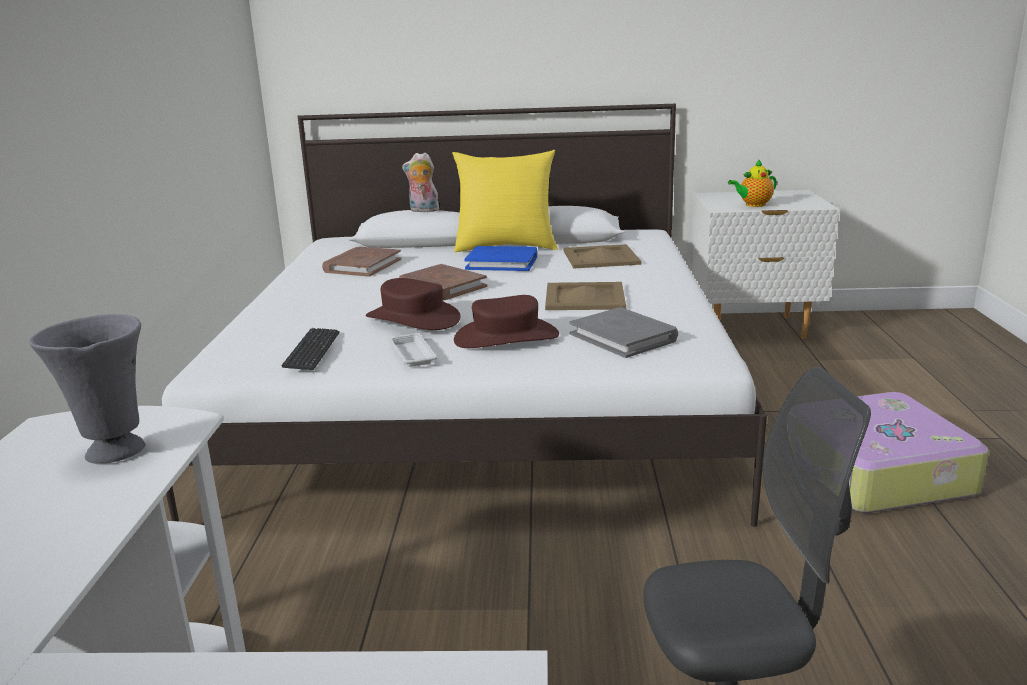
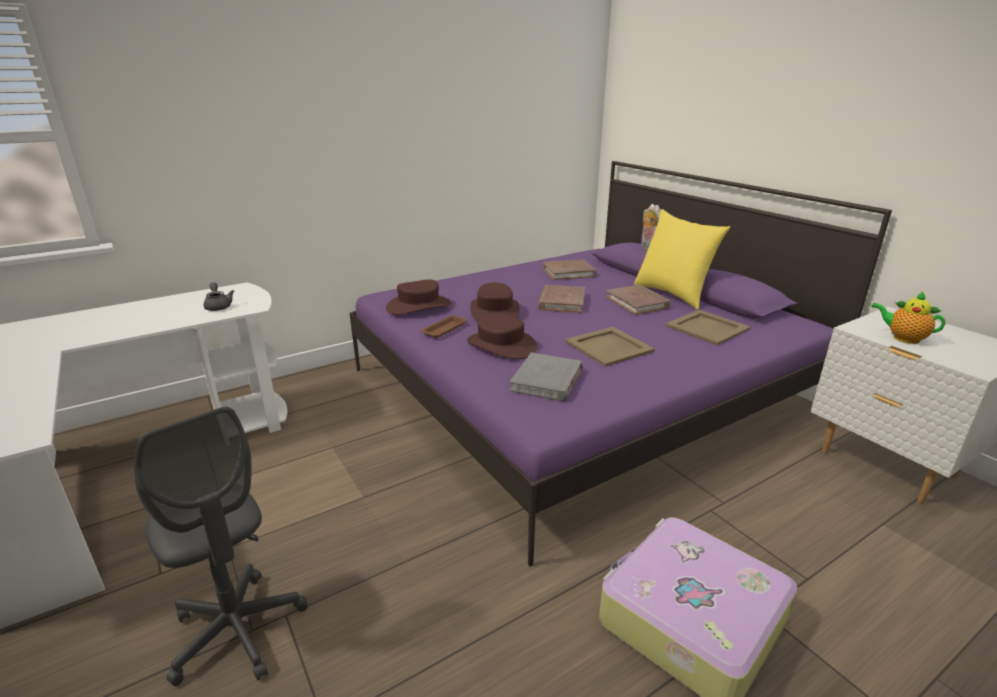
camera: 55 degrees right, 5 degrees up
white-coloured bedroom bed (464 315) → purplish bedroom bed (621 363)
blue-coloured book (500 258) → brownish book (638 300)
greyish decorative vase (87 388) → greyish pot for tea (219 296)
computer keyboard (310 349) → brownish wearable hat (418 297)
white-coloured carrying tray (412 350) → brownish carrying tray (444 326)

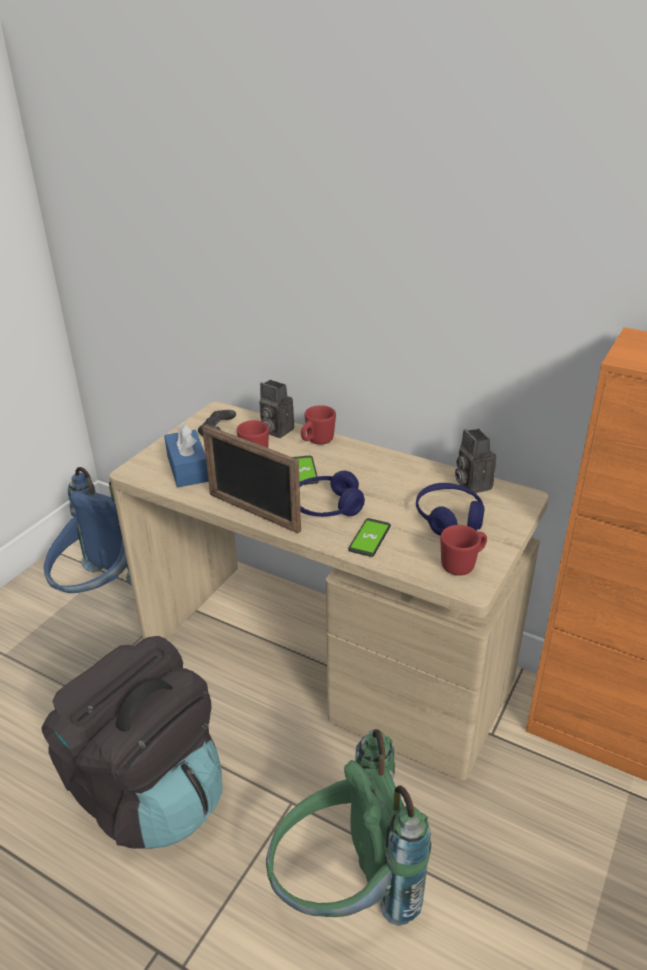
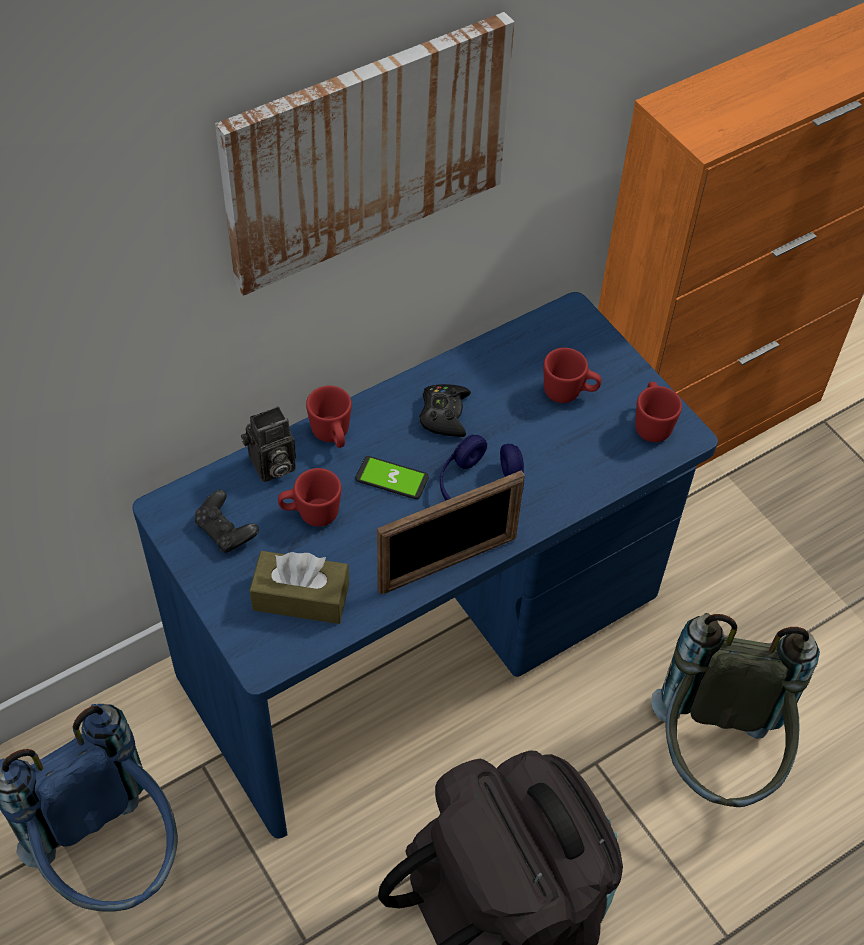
camera: 65 degrees left, 20 degrees up
beige-coloured desk (329 591) → blue-coloured desk (425 565)
blue-coloured tissue box (186 454) → brownish tissue box (299 587)
still camera (475 461) → -
blue-coloured headphones (450 509) → reddish coffee mug (572 375)
handset (369 537) → -
green-coloured backpack (348 827) → greyish backpack (735 710)
- → wall picture (365 154)
- → blackish joypad (445 410)

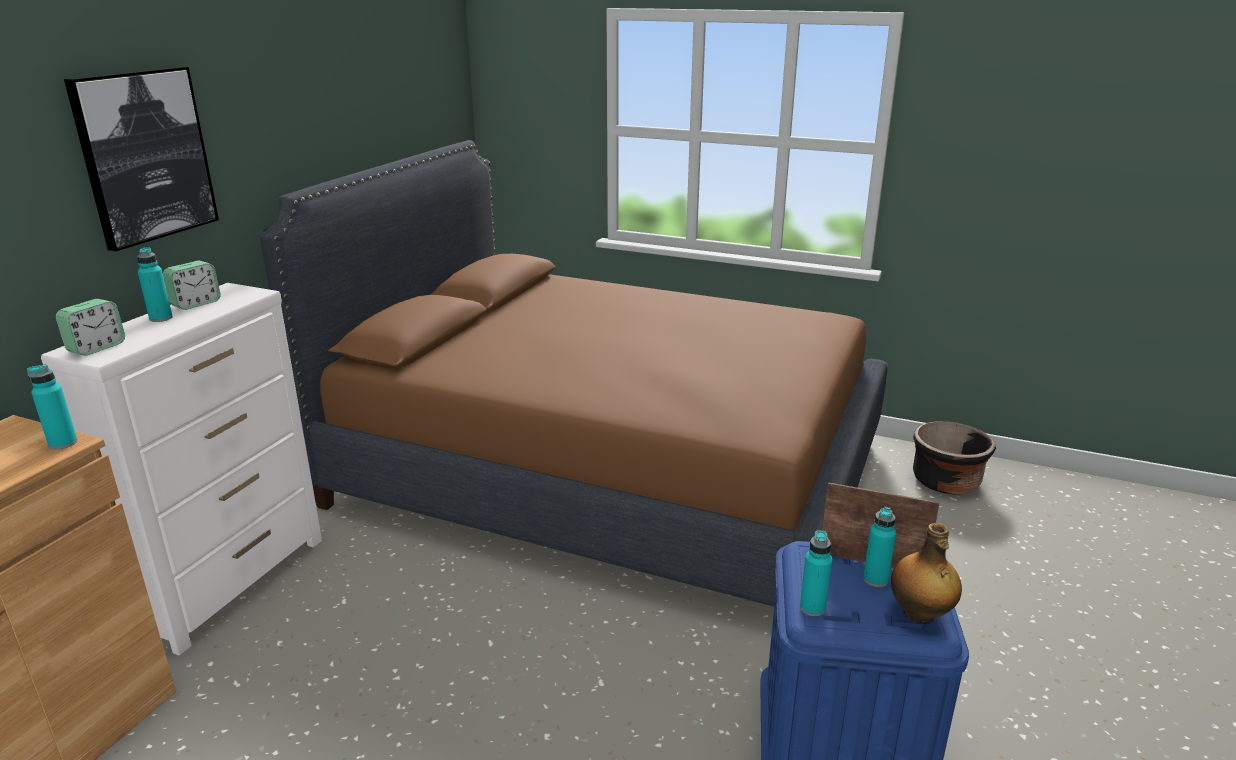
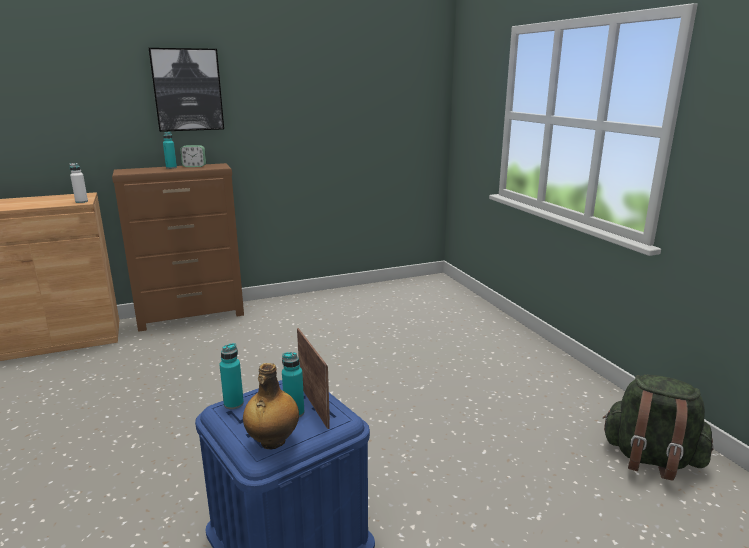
camera: 45 degrees right, 5 degrees down
brownish bedroom bed (573 373) → -
white-coloured drawer chest (181 469) → brownish drawer chest (178 247)
bedside clock (90 327) → -
turquoise drink bottle (52 407) → white-coloured drink bottle (79 183)
blackish plant pot (954 458) → green-coloured backpack (658 428)

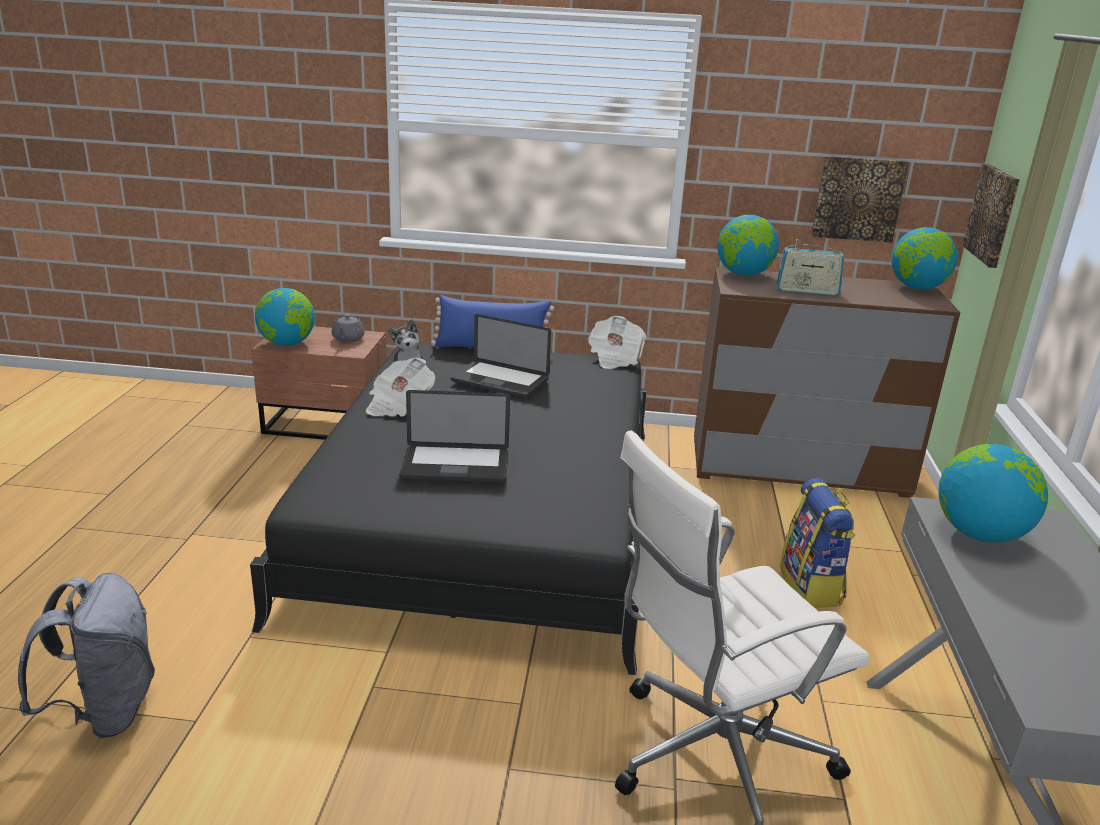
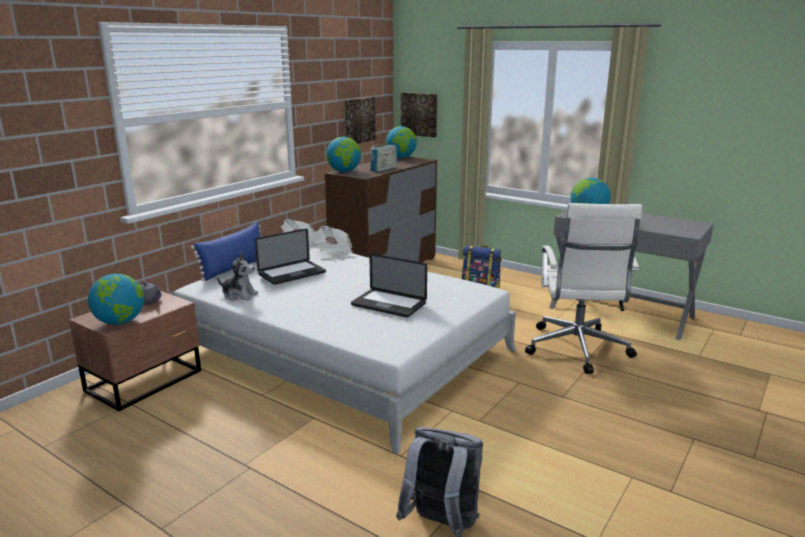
camera: 60 degrees left, 5 degrees down
blackish bedroom bed (448 509) → white-coloured bedroom bed (345 350)
daily paper (400 387) → daily paper (333 243), moved
notebook computer (455 436) → notebook computer (389 286), 90 degrees clockwise

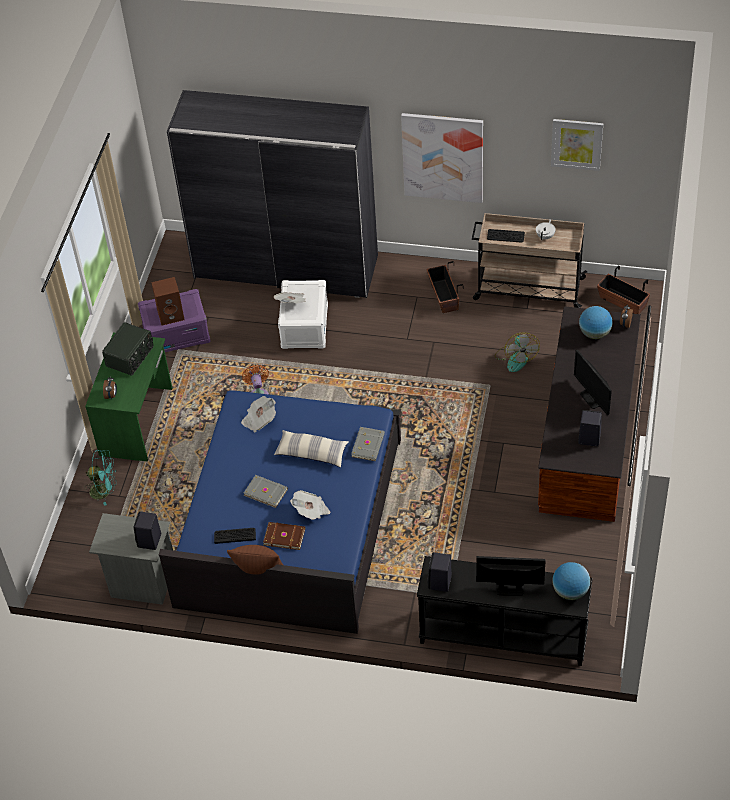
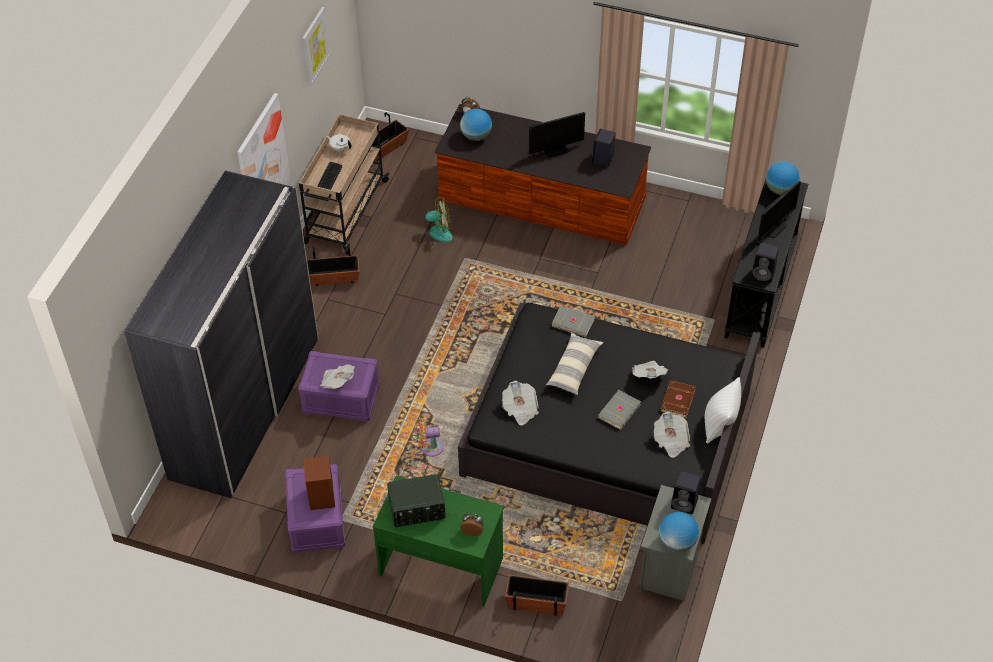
camera: 85 degrees left, 0 degrees up
white-coloured storage bin (303 314) → purplish storage bin (339 386)
radio set (128 349) → radio set (416 500), 135 degrees clockwise
blue-coloured bedroom bed (280 512) → blackish bedroom bed (609 423)
turquoise electric fan (101 478) → plant pot (537 595)
computer keyboard (235 536) → daily paper (672 435)
brownish cushion (255 560) → white-coloured cushion (723 410)
monitor (511 576) → monitor (779 211), 150 degrees counterclockwise
- → world globe (679 532)

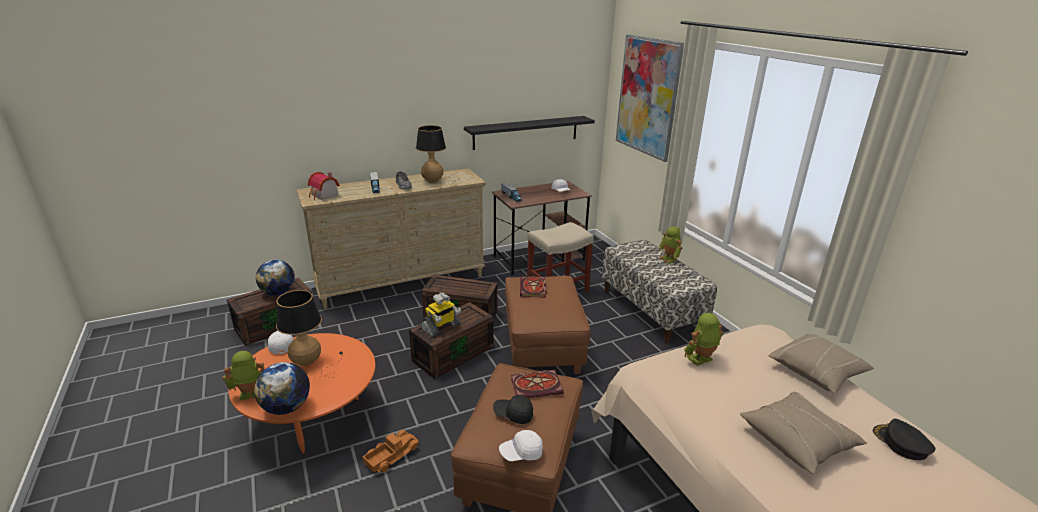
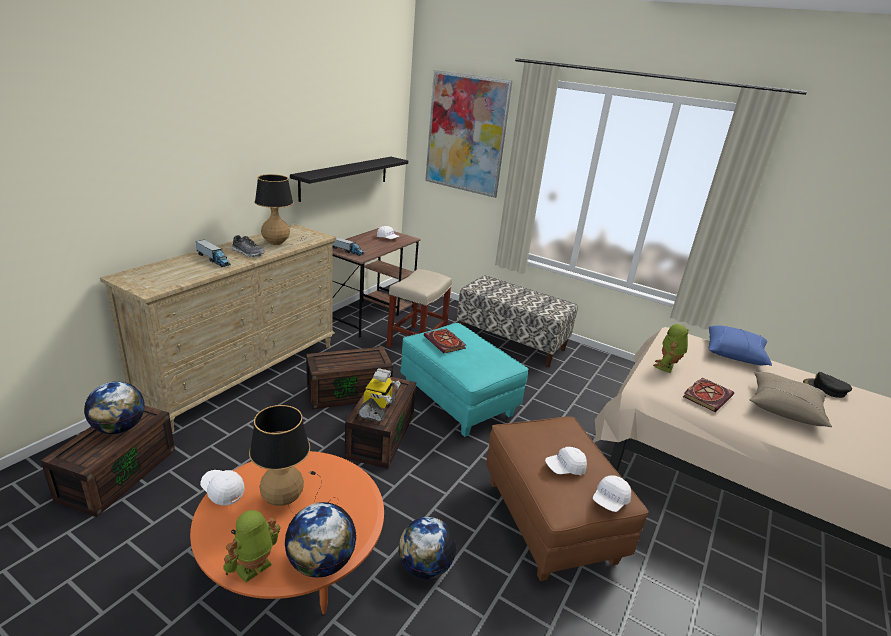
camera: 35 degrees left, 0 degrees up
model house (324 186) → -
model robot (671 244) → -
brownish footrest (548 325) → turquoise footrest (464 380)
beige-coloured cushion (821 363) → blue-coloured cushion (740 345)
book (537 384) → book (708 395), moved
blackish baseball cap (513 409) → white-coloured baseball cap (566 461)
toy truck (390 451) → world globe (427 548)

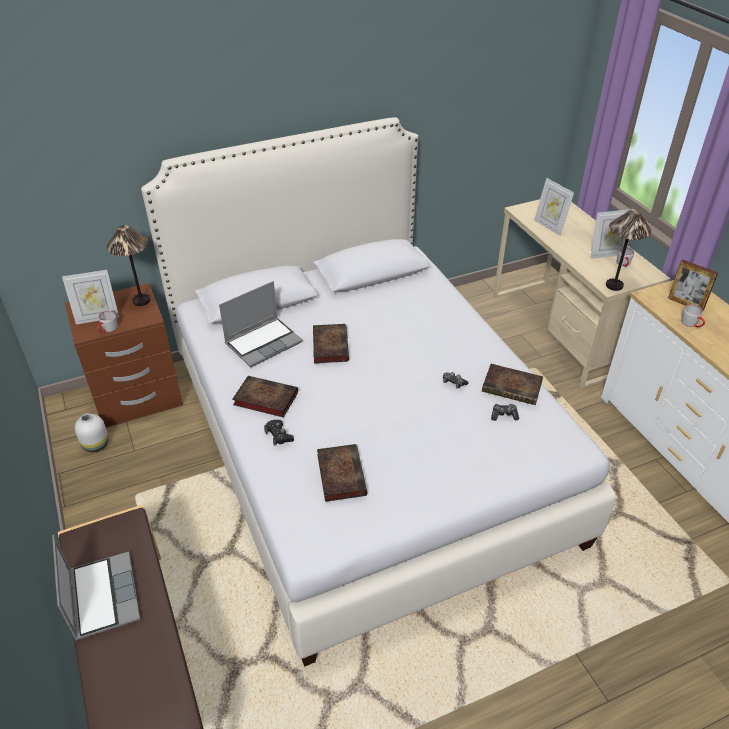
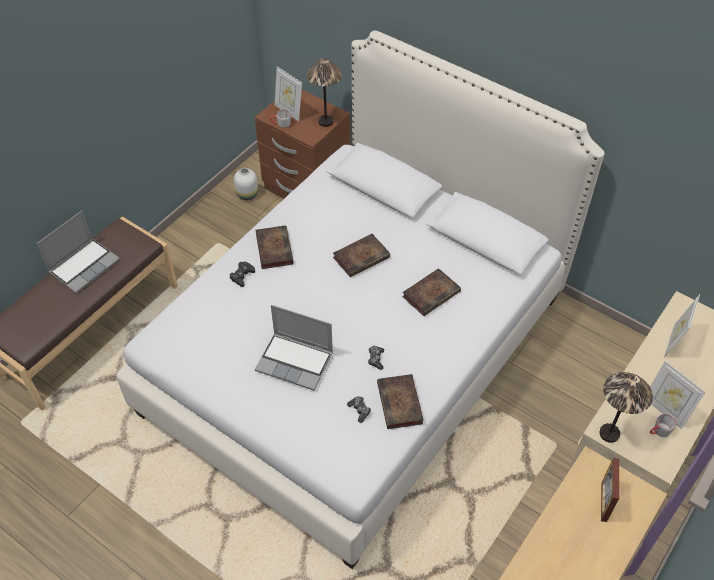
camera: 60 degrees right, 10 degrees up
notebook computer (261 324) → notebook computer (294 348), moved
greyish coffee mug (693 315) → -
book (342 473) → book (431 292), moved

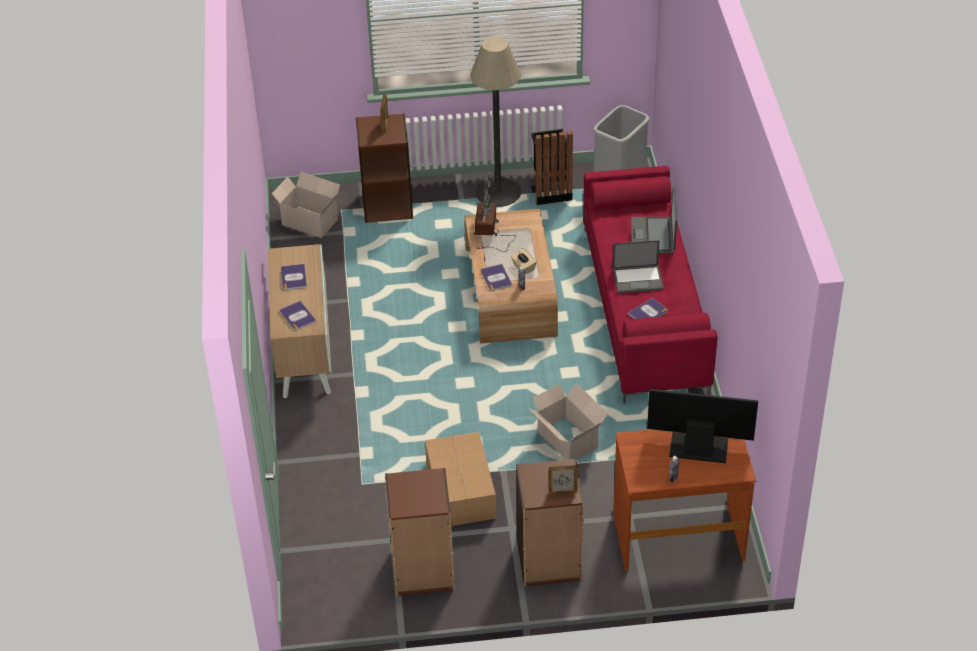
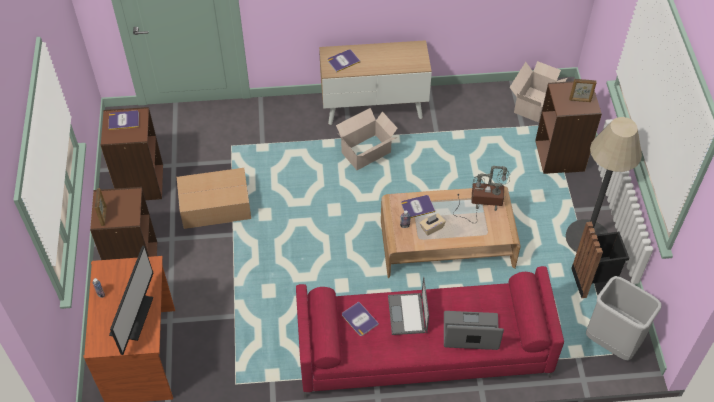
camera: 90 degrees right, 10 degrees up
book (294 277) → book (124 120), moved
cardboard box (568 421) → cardboard box (367 139), moved

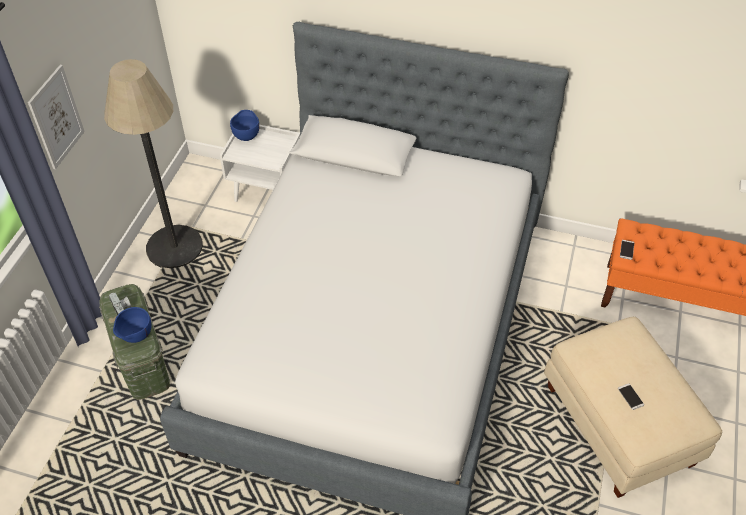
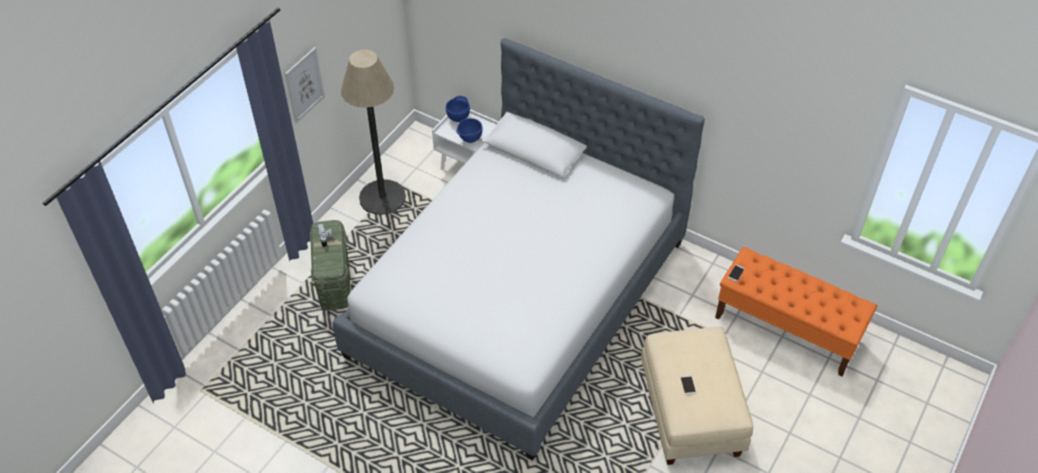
camera: 15 degrees right, 0 degrees up
blue-coloured deep dish (132 325) → blue-coloured deep dish (469 130), moved

